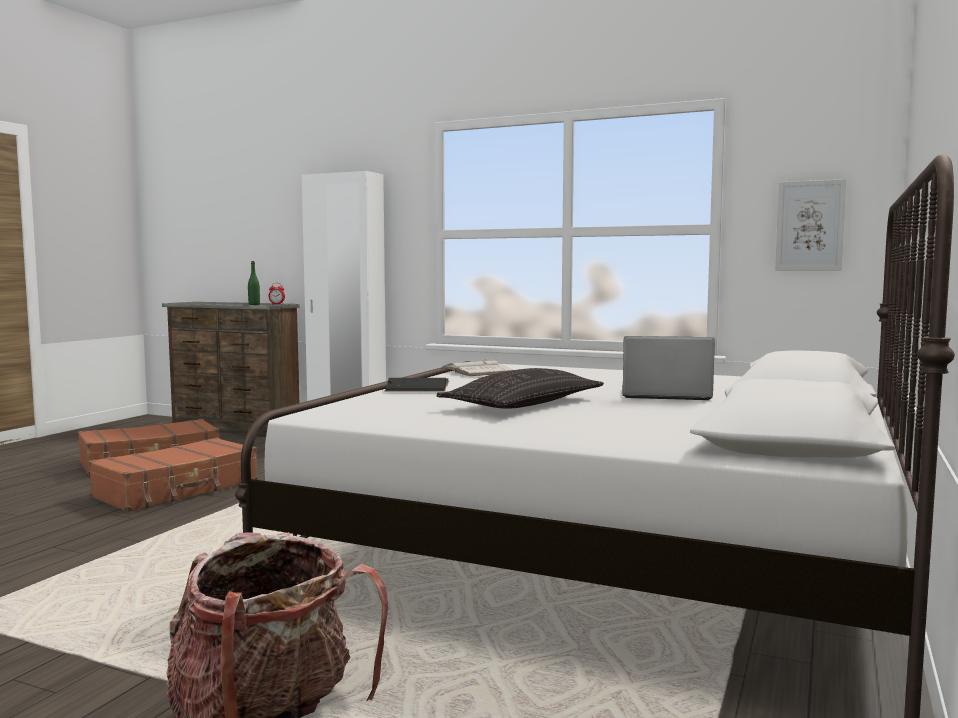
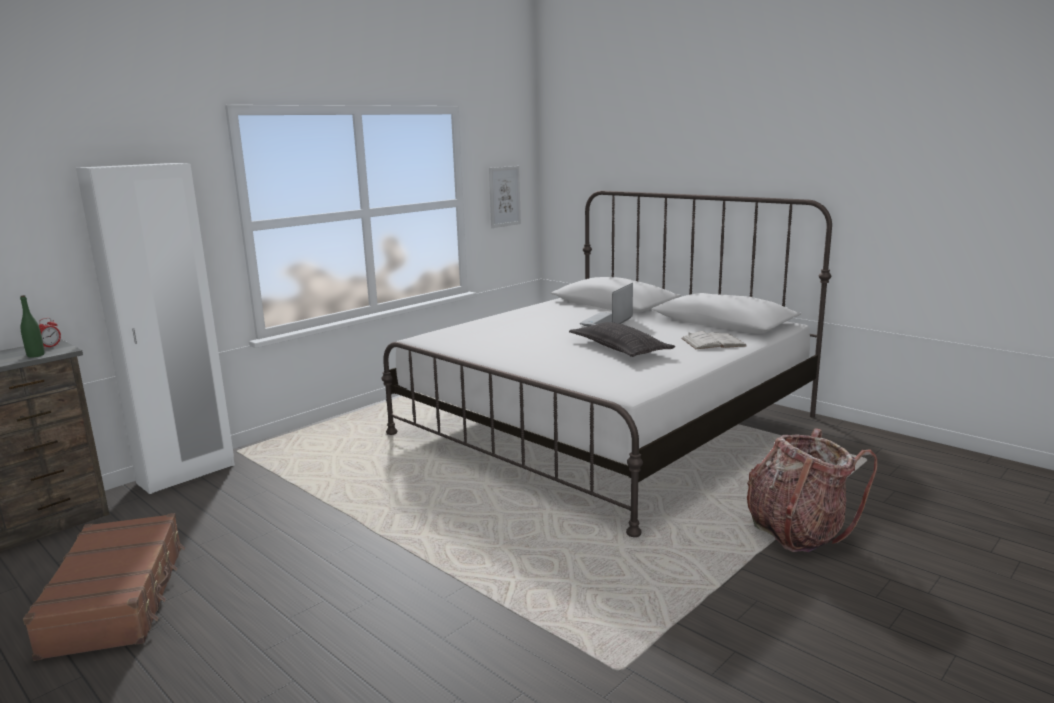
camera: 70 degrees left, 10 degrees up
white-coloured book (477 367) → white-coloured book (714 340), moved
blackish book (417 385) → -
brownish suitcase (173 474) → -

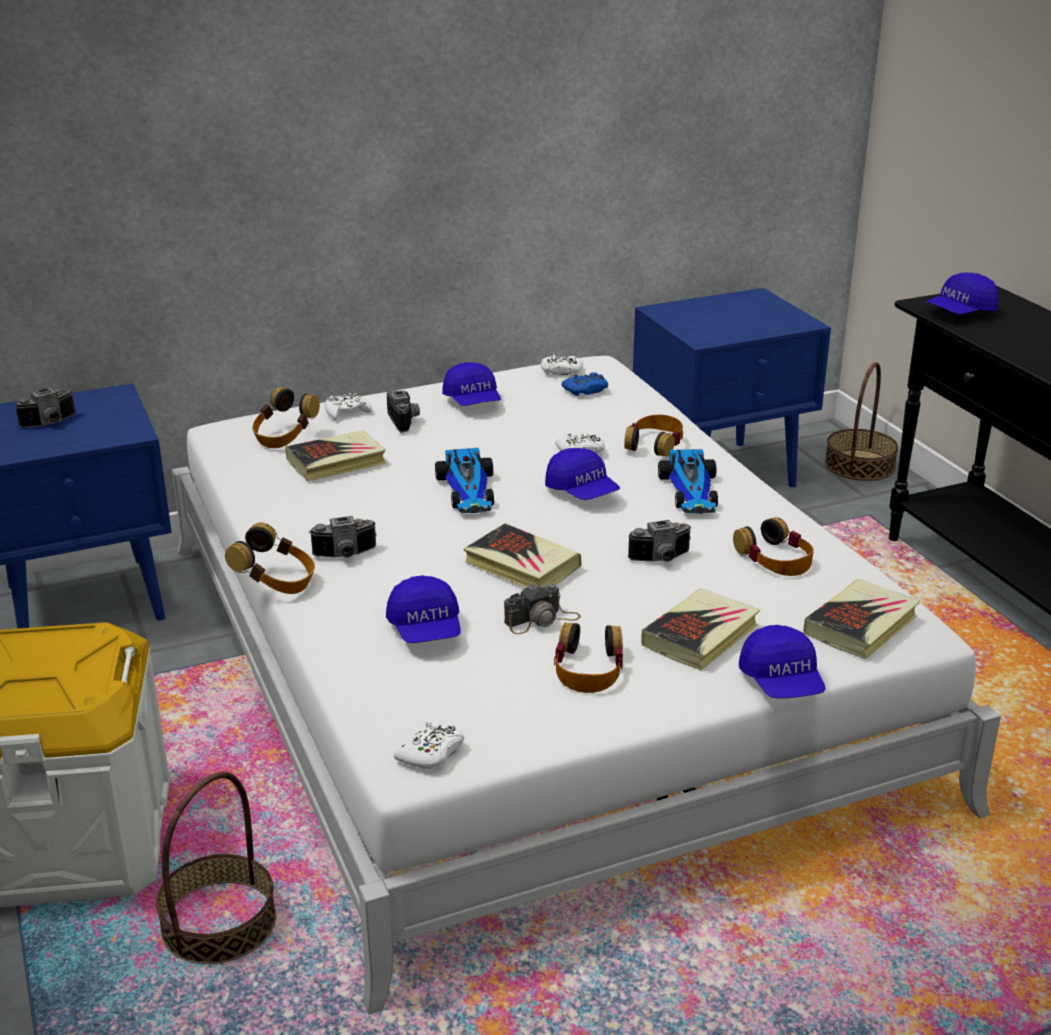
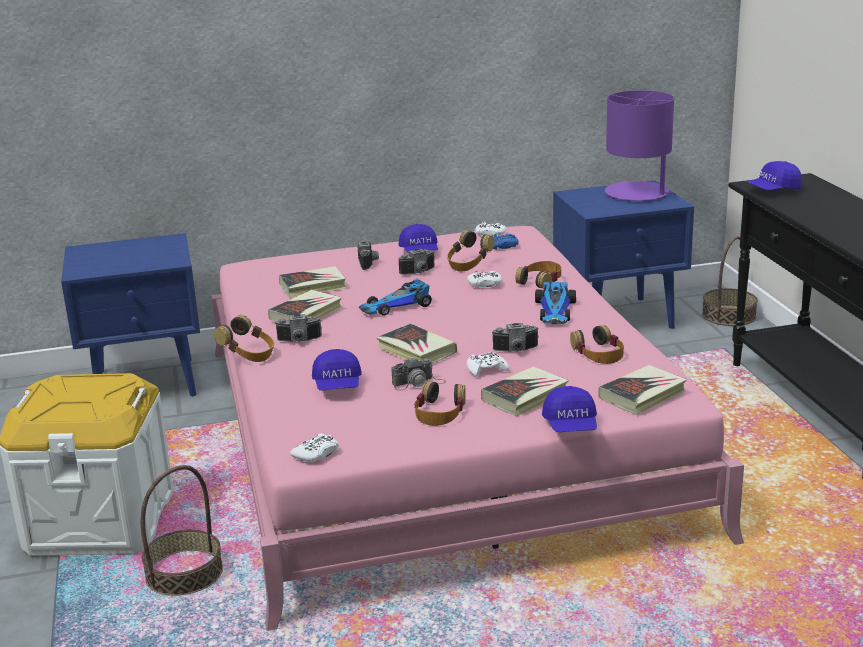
camera: 10 degrees right, 5 degrees down
white-coloured bedroom bed (586 685) → pinkish bedroom bed (477 428)
headphones (286 417) → headphones (470 250), moved
still camera (44 408) → still camera (416 261), moved
white-coloured joypad (348 406) → white-coloured joypad (488 364), moved
toy car (464 480) → toy car (395 297), 60 degrees clockwise
blue-coloured baseball cap (582 474) → -
- → purplish lamp for a table (640 145)
- → book (305 306)

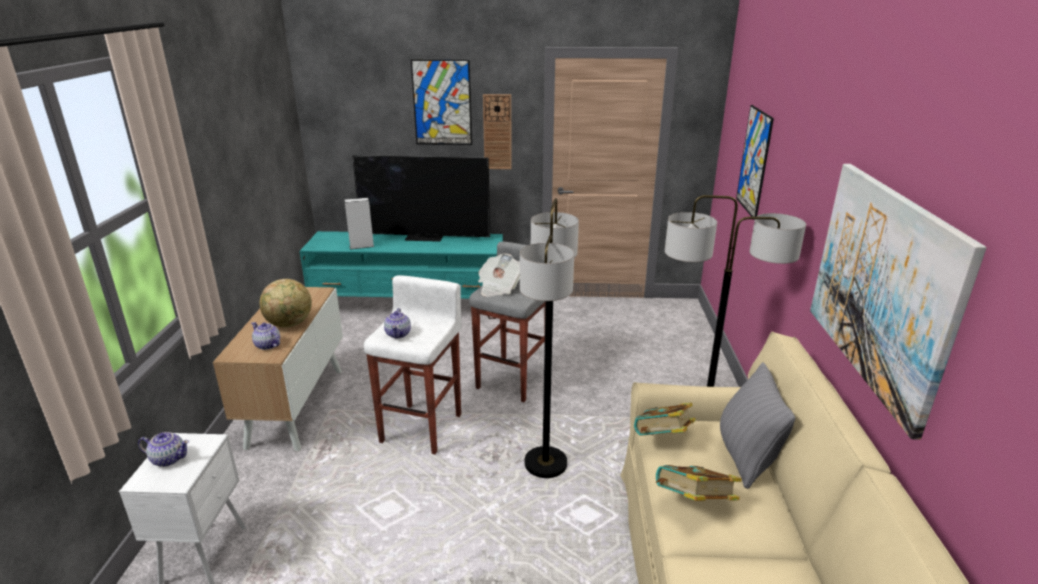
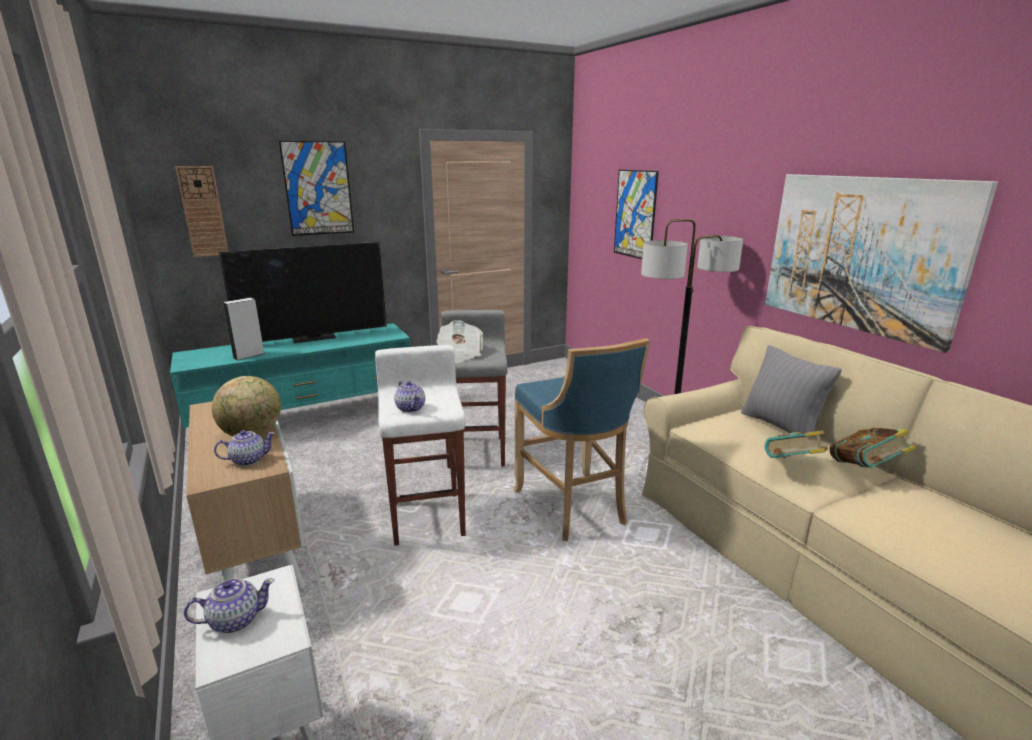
camera: 30 degrees left, 5 degrees down
hanging clock (497 131) → hanging clock (201 211), moved
standard lamp (549 338) → blue-coloured stool (582 439)
pot for tea (265 336) → pot for tea (244 448), 150 degrees clockwise
book (665 419) → book (873 447), moved

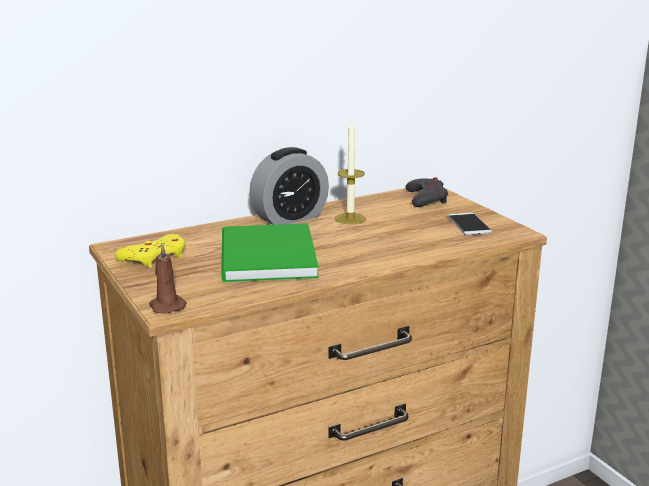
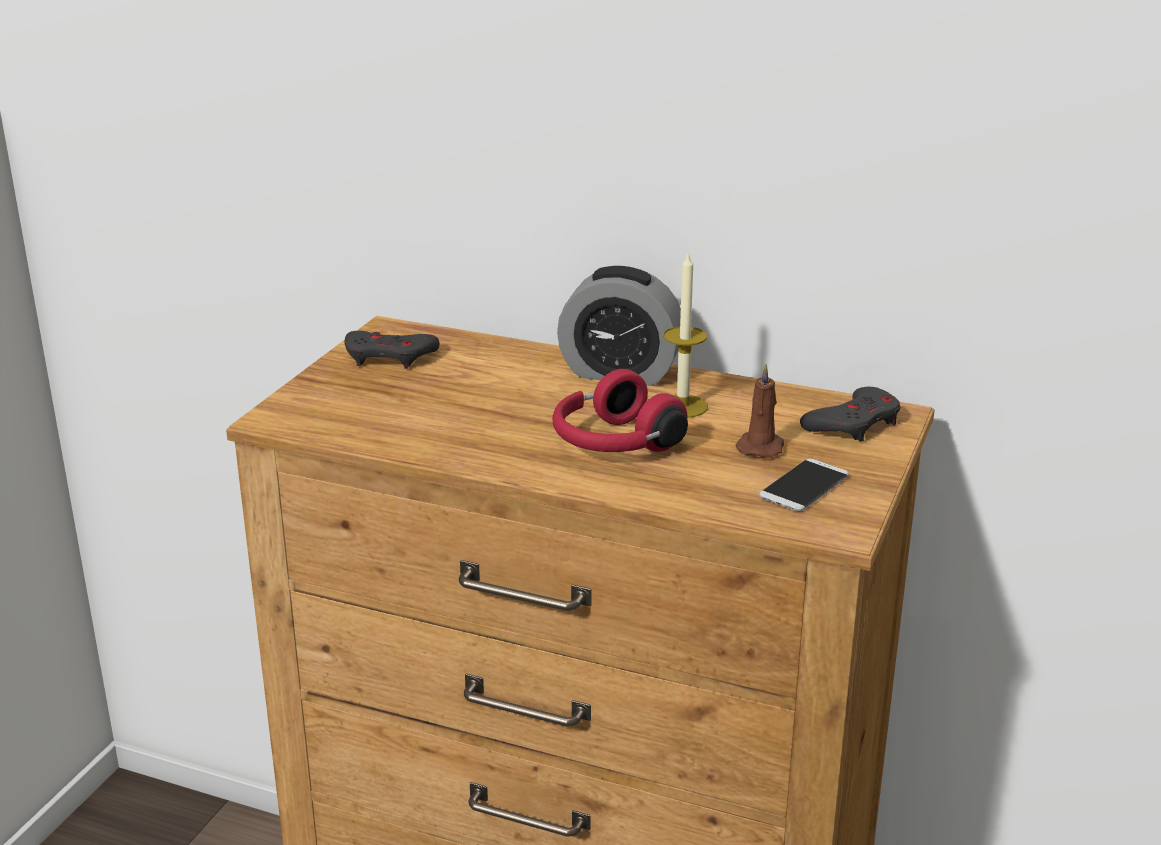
camera: 50 degrees right, 5 degrees up
green-coloured book (270 252) → -
yellowish joypad (150 250) → greyish joypad (392 350)
brownish wax candle (168 278) → brownish wax candle (760 411), moved
- → reddish headphones (620 410)

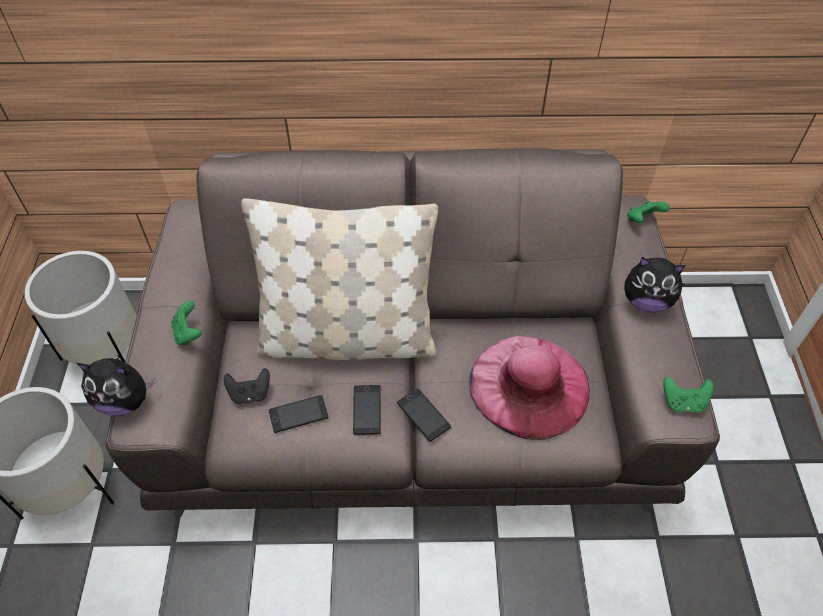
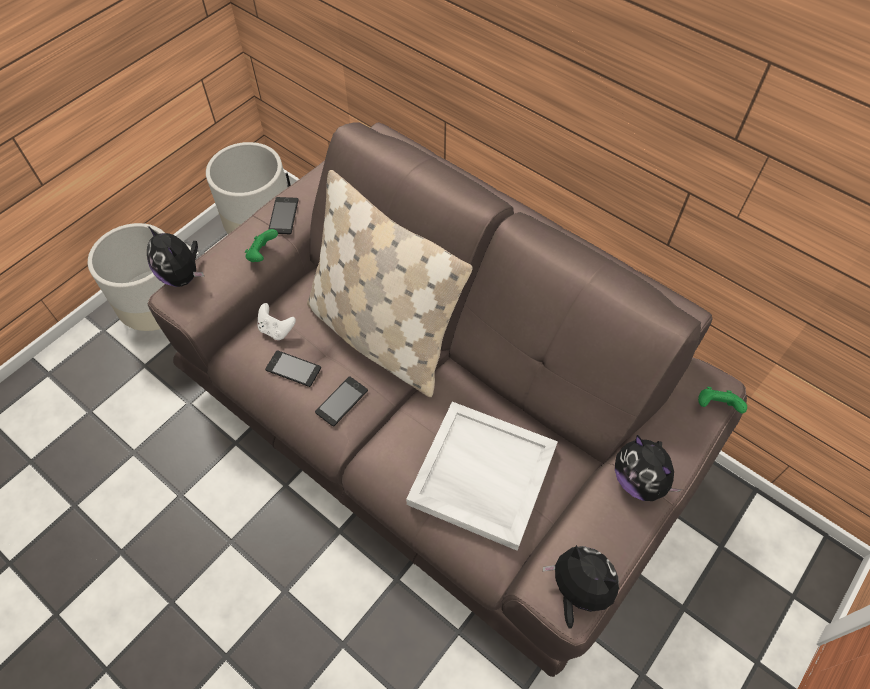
camera: 40 degrees right, 5 degrees up
pinkish wearable hat (529 388) → white-coloured carrying tray (482 476)
blackish joypad (247 386) → white-coloured joypad (277 321)
green-coloured joypad (688 395) → plush toy (581 586)
handset (424 415) → handset (283 215), moved

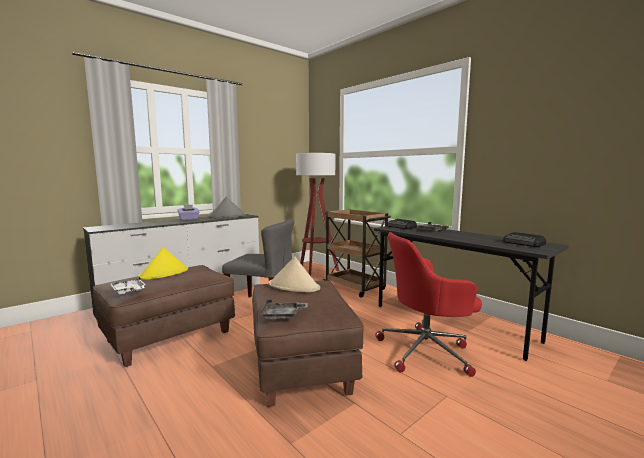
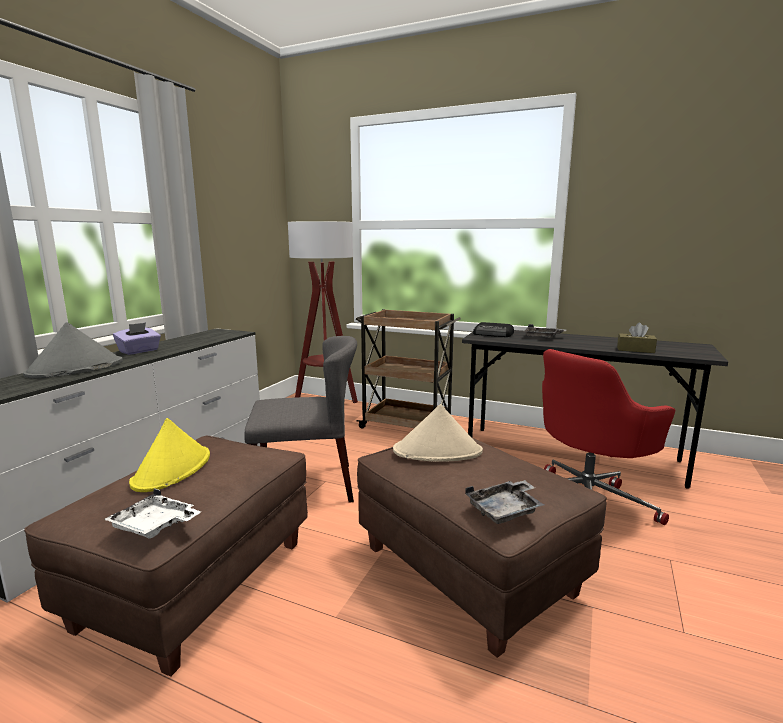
camera: 25 degrees left, 5 degrees up
greyish wearable hat (227 207) → greyish wearable hat (73 350), moved
radio set (524 239) → -
- → brownish tissue box (637 337)

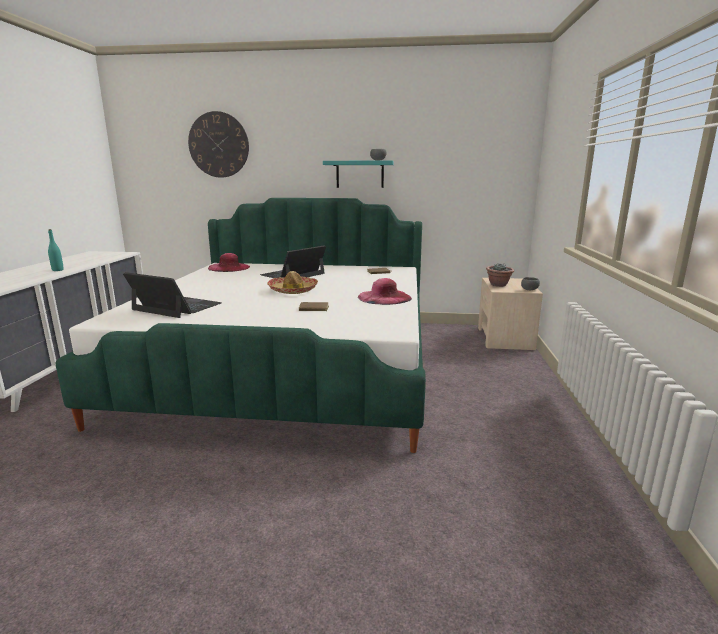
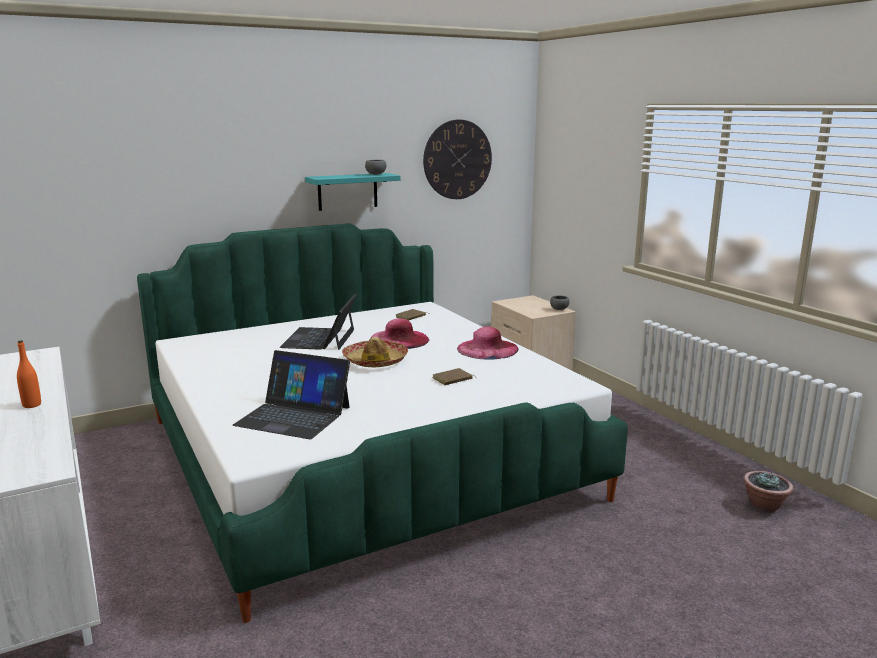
camera: 35 degrees left, 0 degrees up
hanging clock (218 144) → hanging clock (457 159), moved
turquoise drink bottle (56 250) → orange drink bottle (29 374)
pinkish wearable hat (229 262) → pinkish wearable hat (399 333), moved
plant in a pot (500 275) → plant in a pot (768 492), moved
notebook computer (172 295) → notebook computer (291 394), 150 degrees counterclockwise

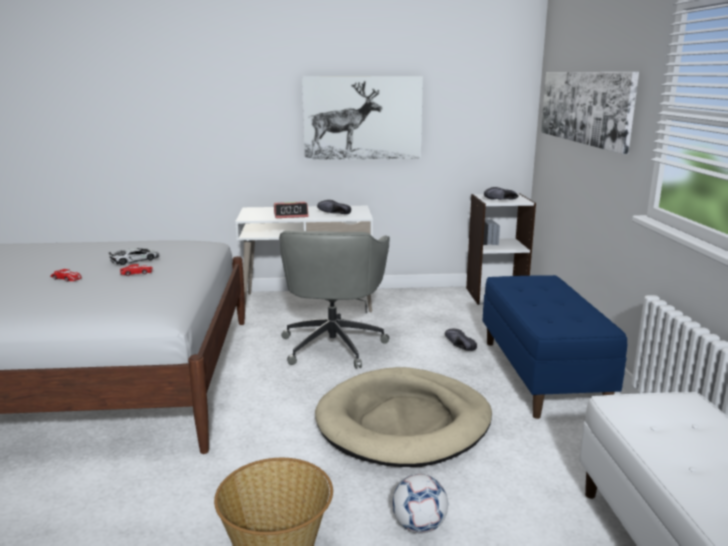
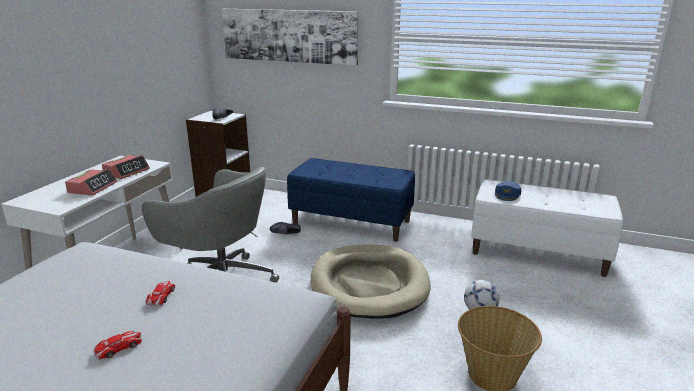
camera: 65 degrees left, 5 degrees up
wall picture (362 118) → -
blackish item of footwear (334 207) → bedside clock (126 167)
toy car (134 256) → -
- → blue-coloured baseball cap (508 191)

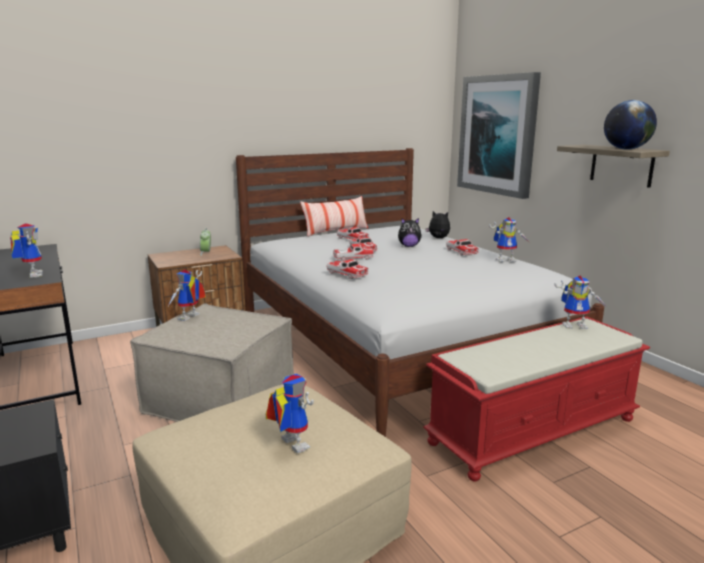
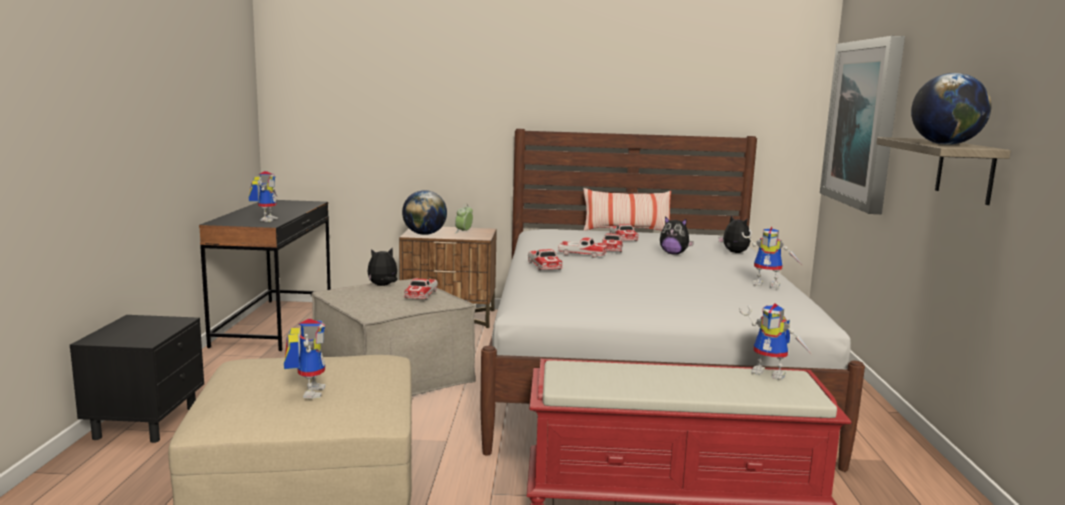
camera: 30 degrees right, 5 degrees down
toy car (462 247) → toy car (421 289), moved
model robot (187 295) → plush toy (382 267)
- → world globe (424 212)

